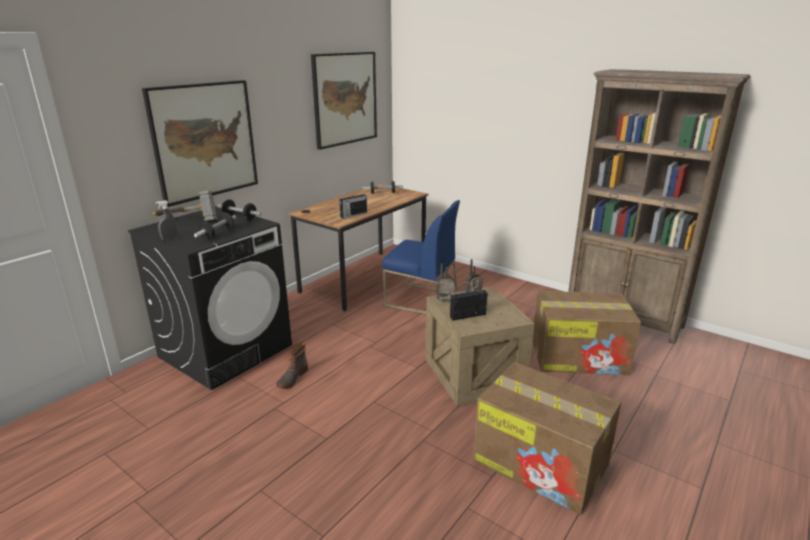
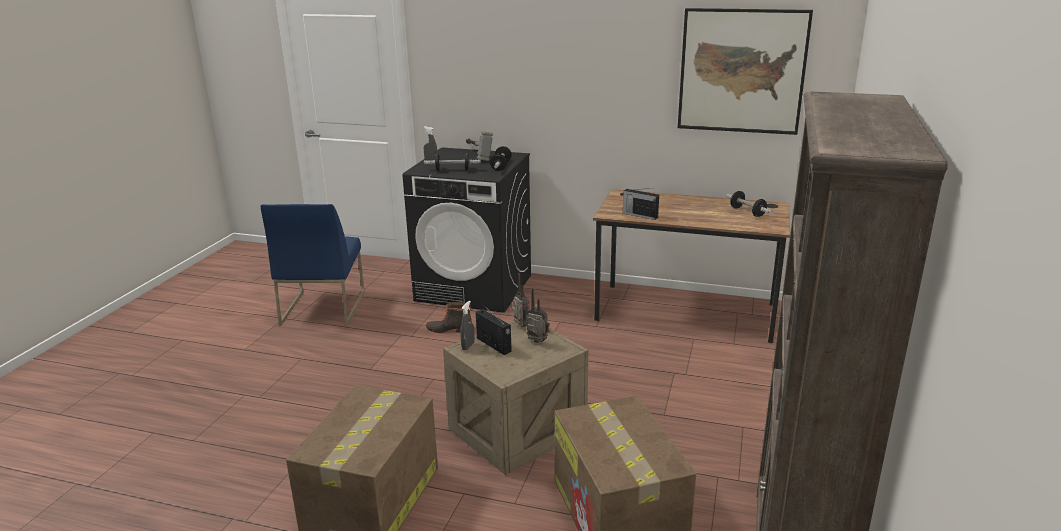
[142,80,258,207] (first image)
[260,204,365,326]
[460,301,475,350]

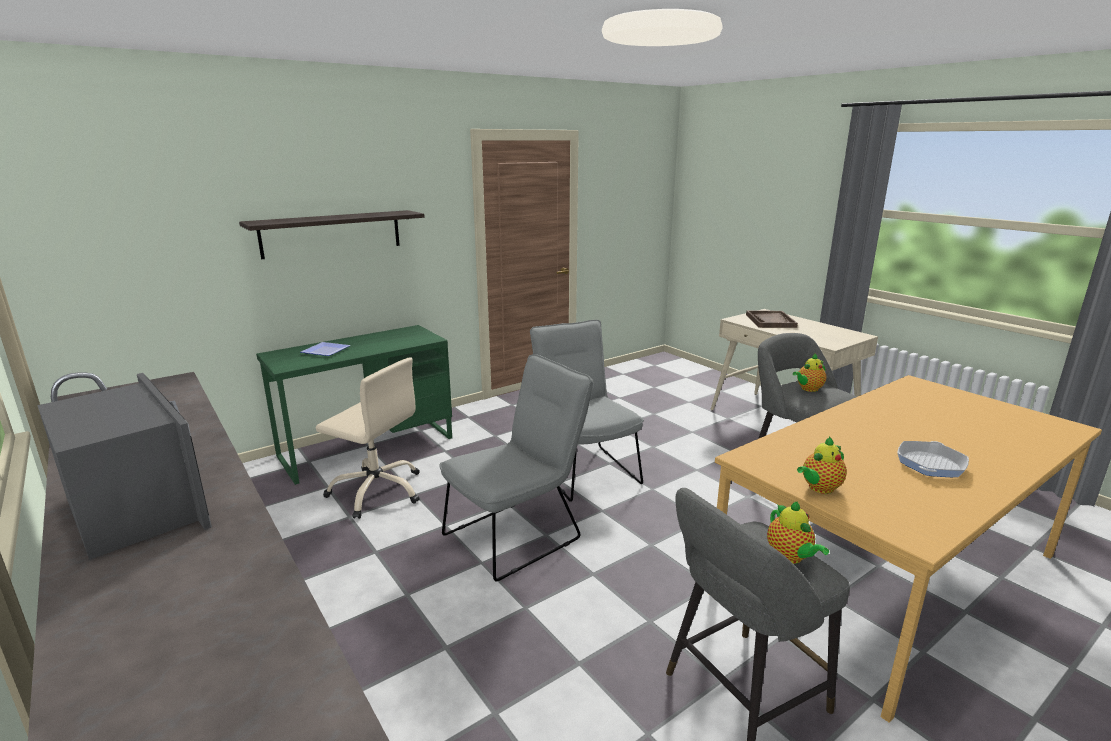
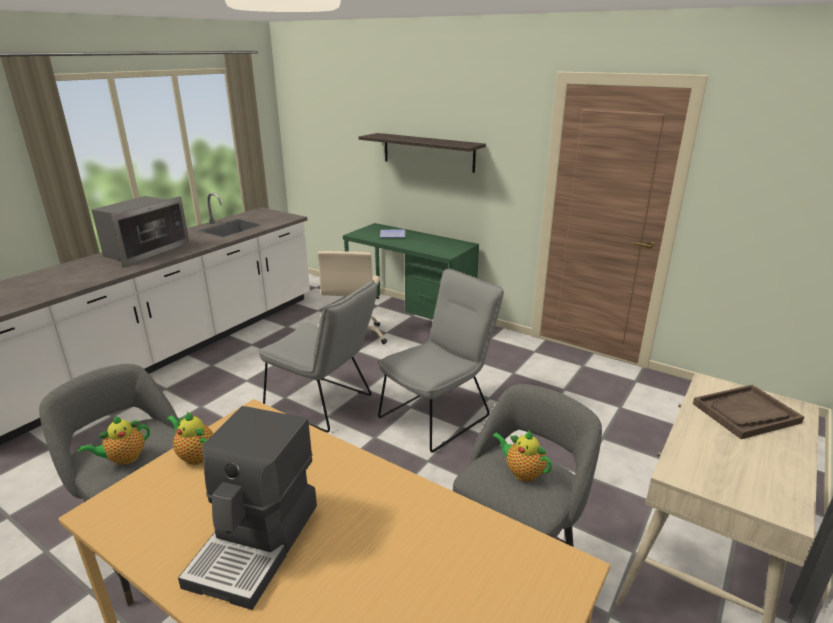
[178,406,317,610]

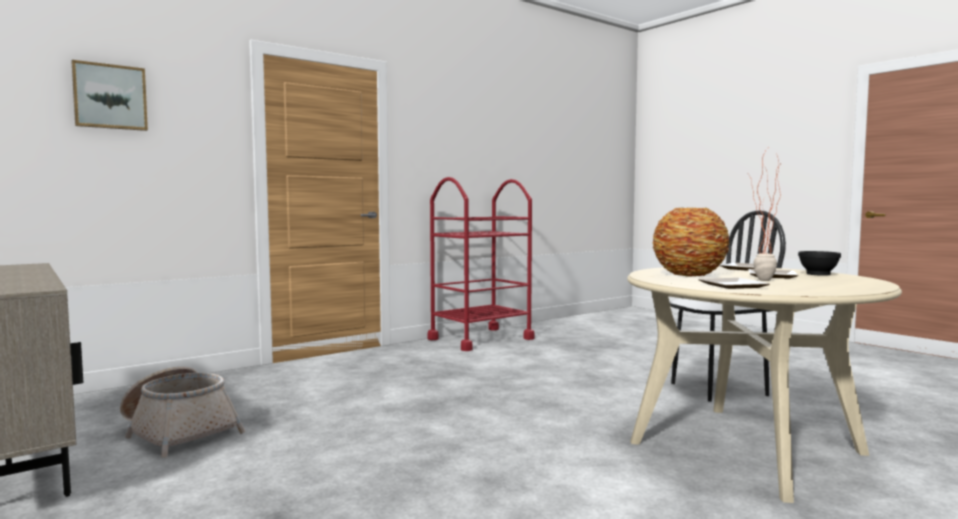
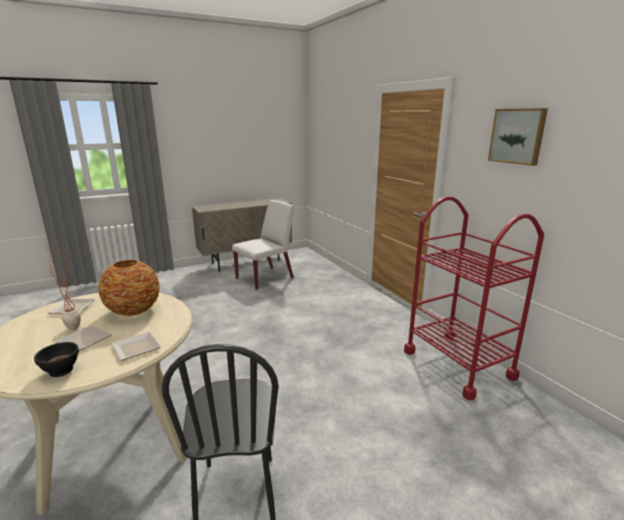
[488,108,548,166]
[232,200,294,290]

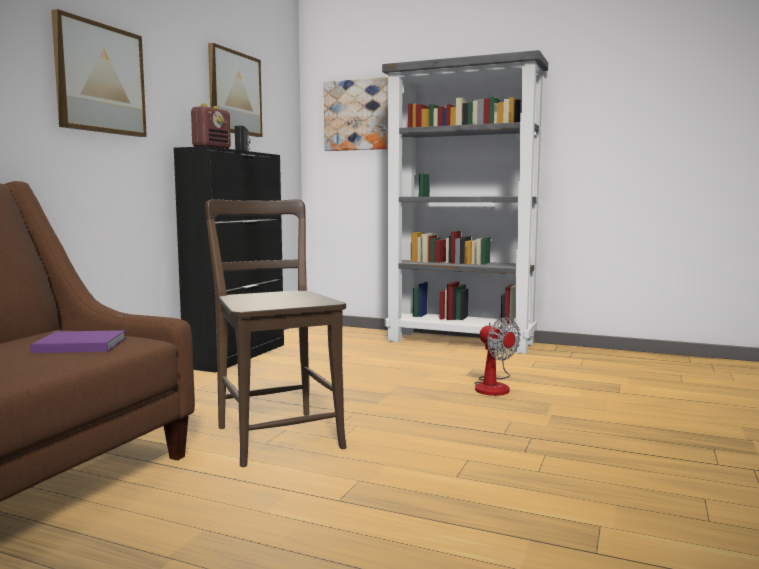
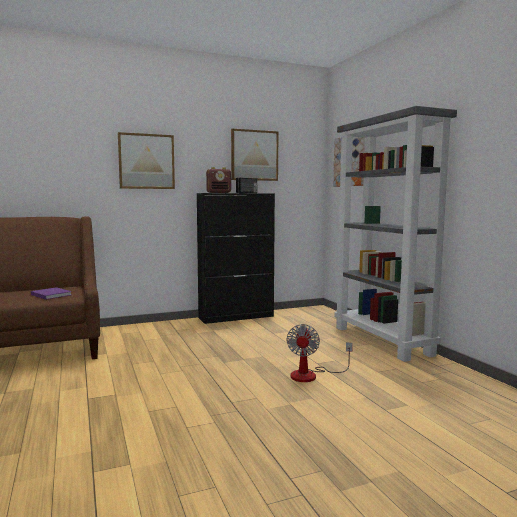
[205,199,347,467] (first image)

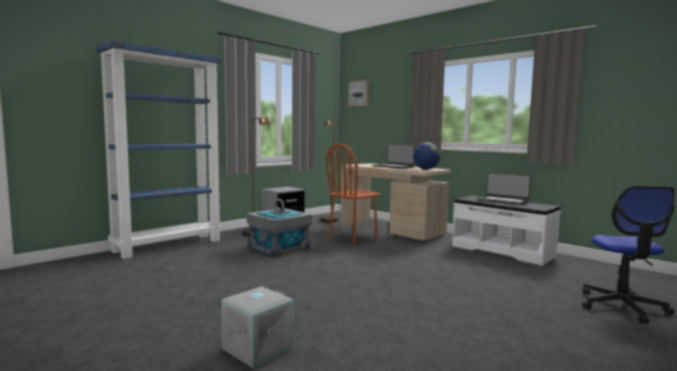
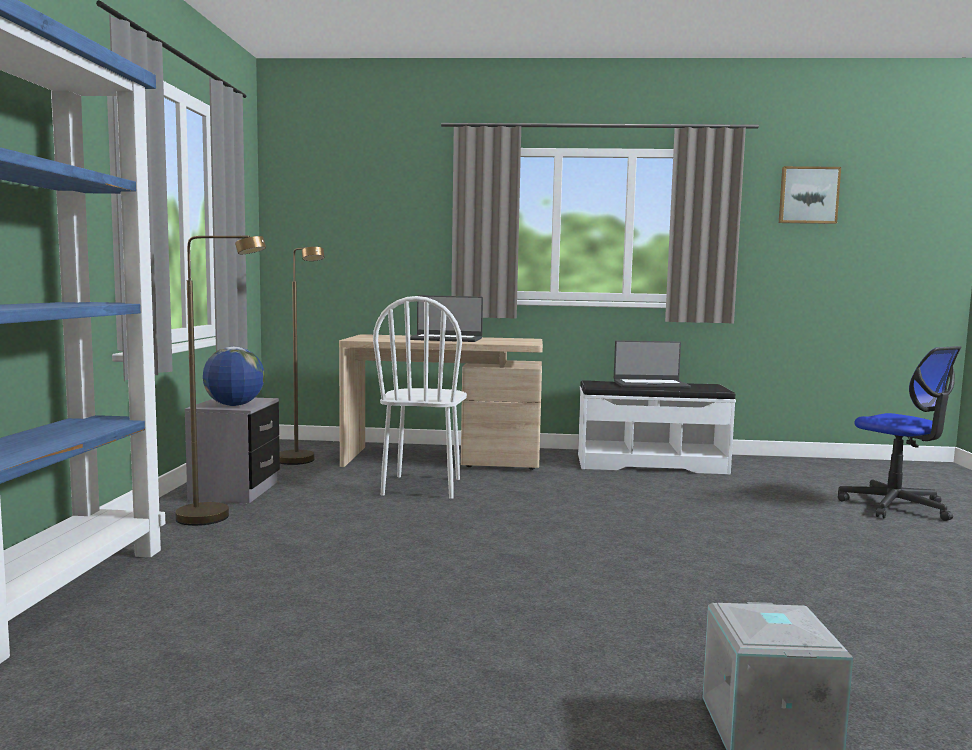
[779,166,841,224]
[203,347,265,406]
[373,296,467,499]
[247,198,312,257] (first image)

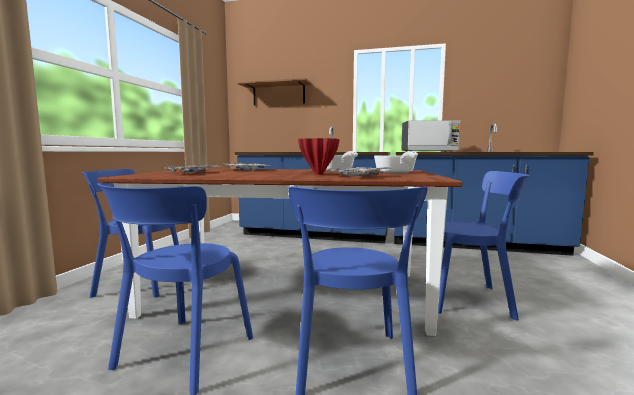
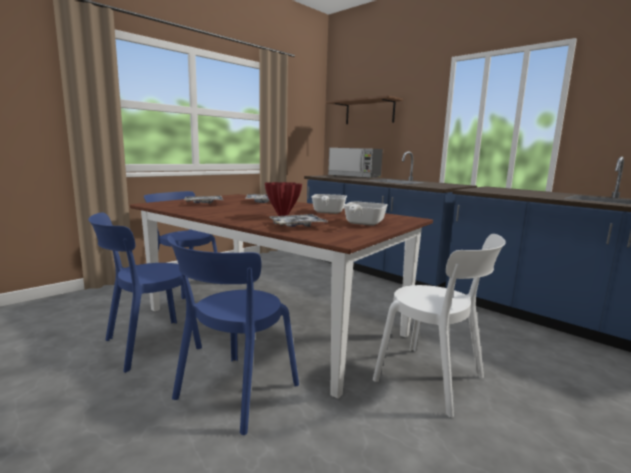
[328,148,383,178]
[373,234,506,418]

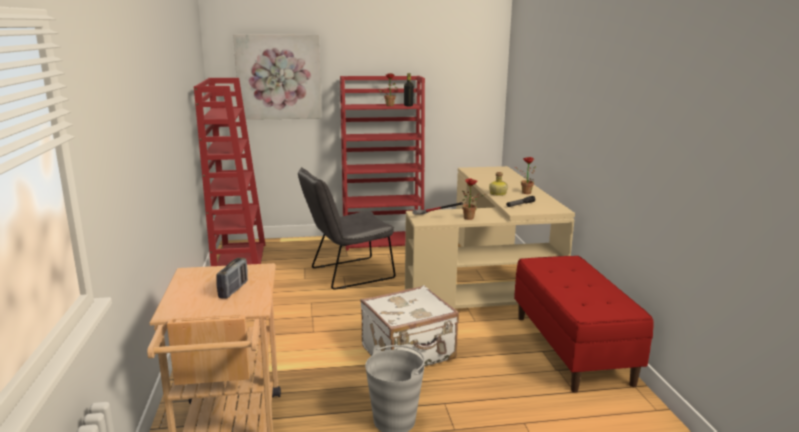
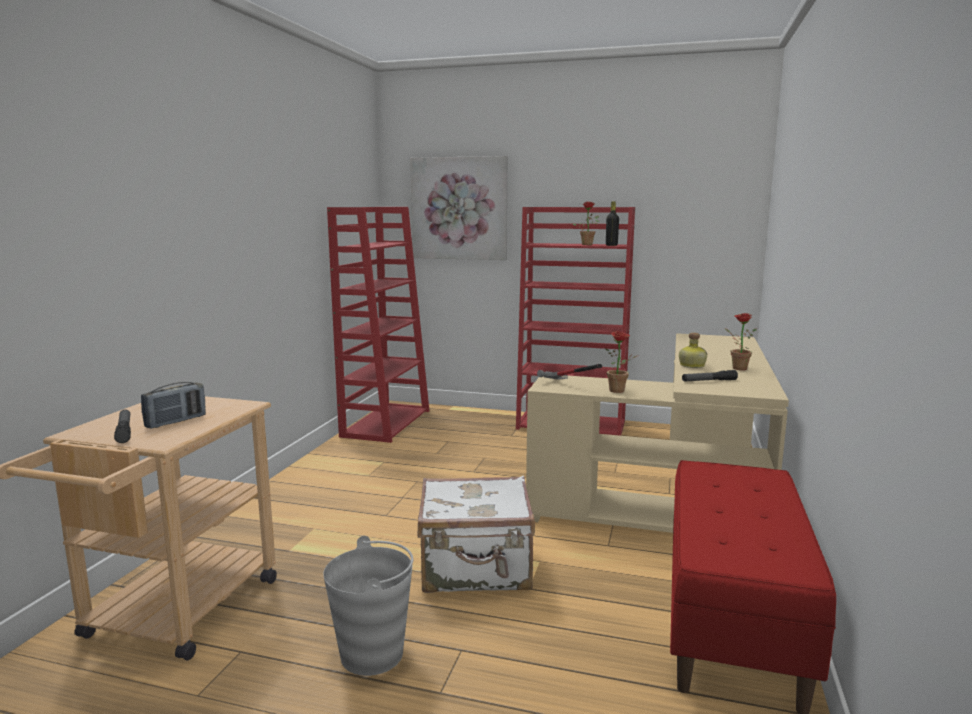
[298,167,395,290] (first image)
[114,410,131,443]

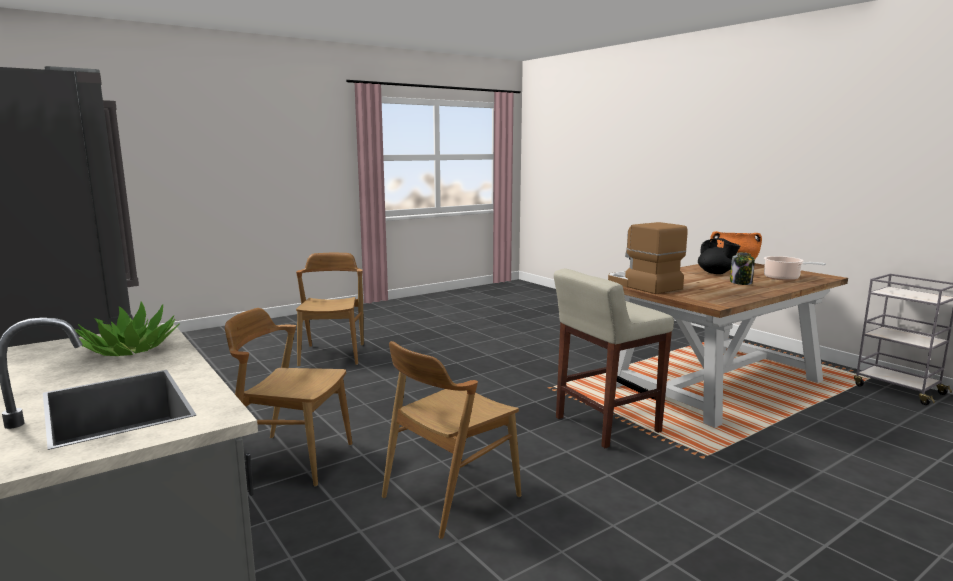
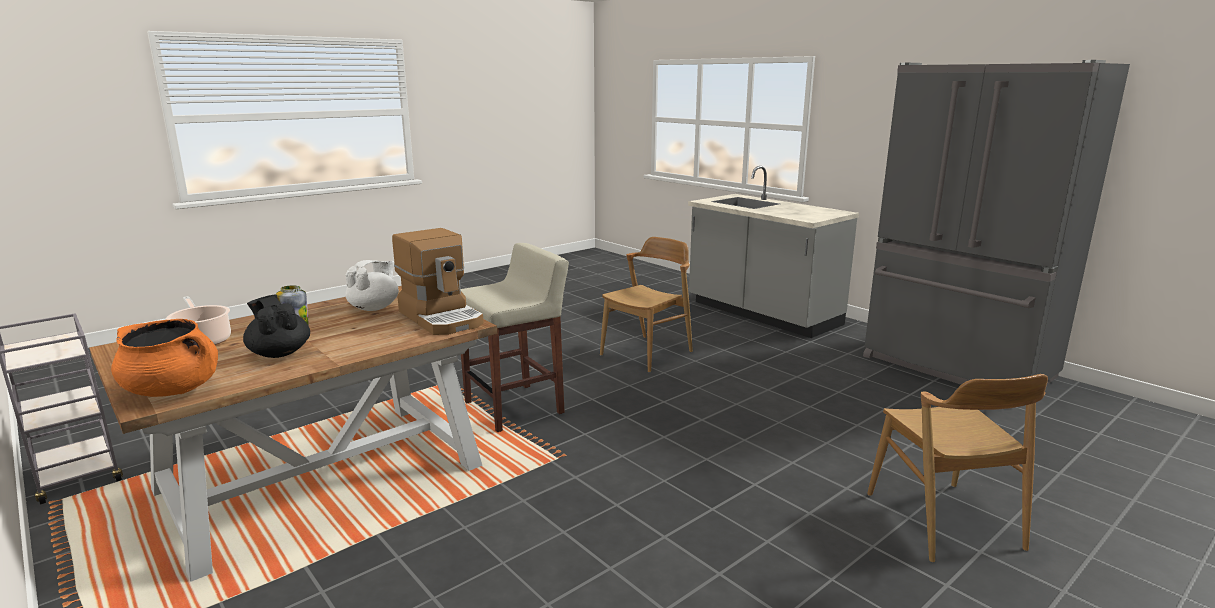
[74,301,179,356] (first image)
[225,308,352,486] (first image)
[346,260,399,311]

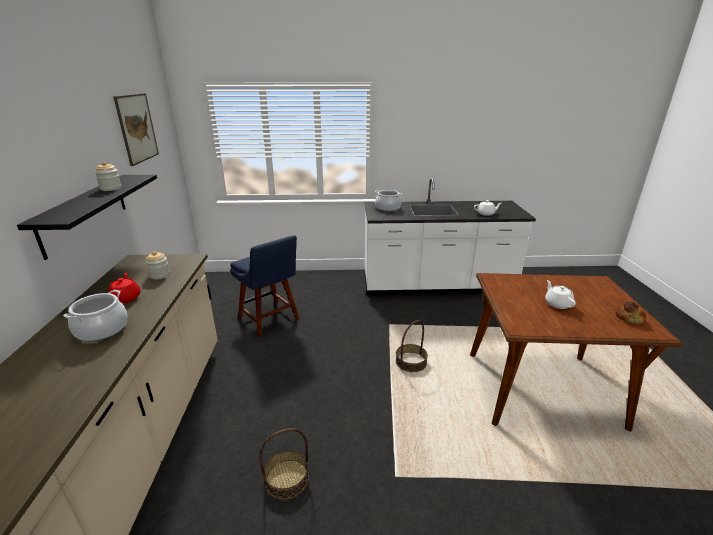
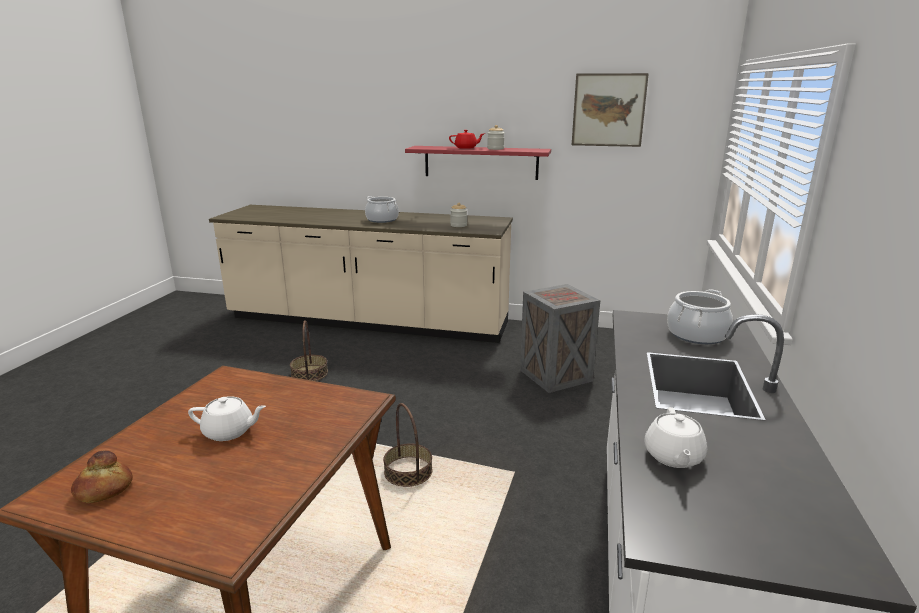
[405,146,551,180]
[520,284,600,393]
[449,130,484,149]

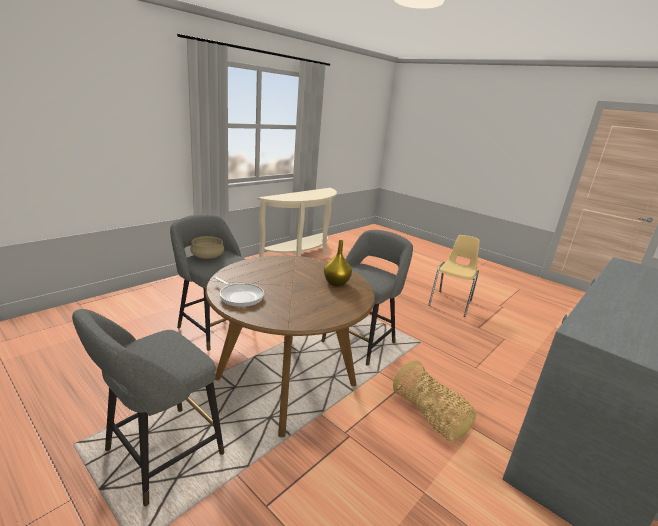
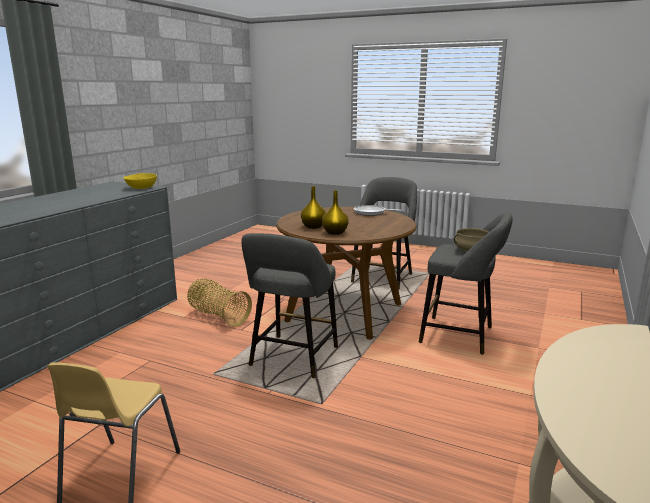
[124,173,157,189]
[322,190,349,235]

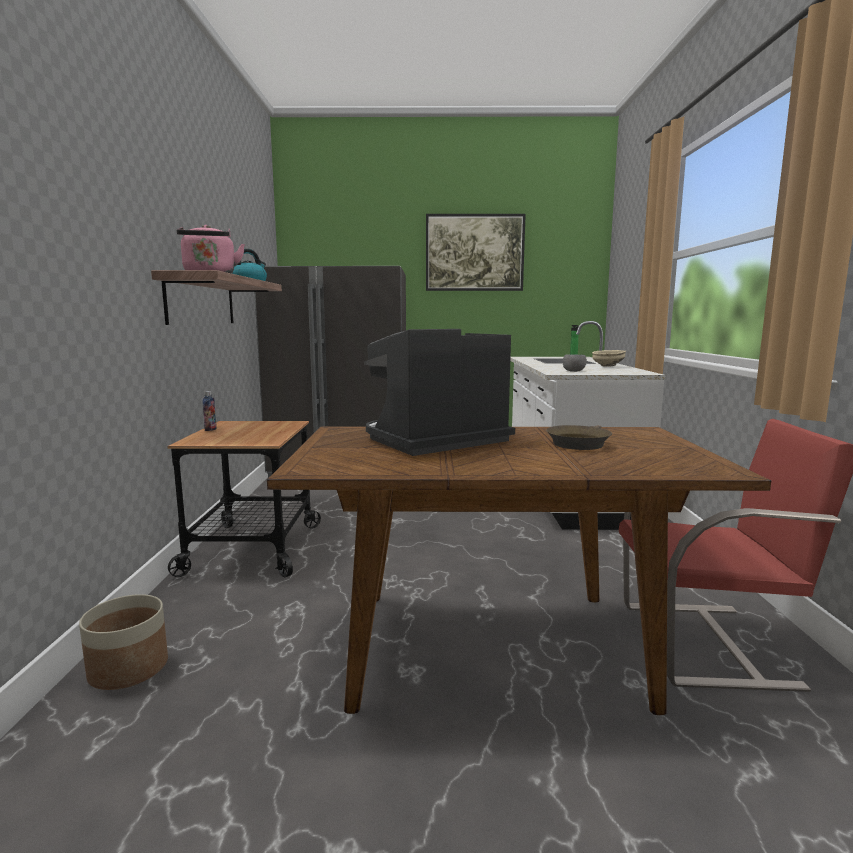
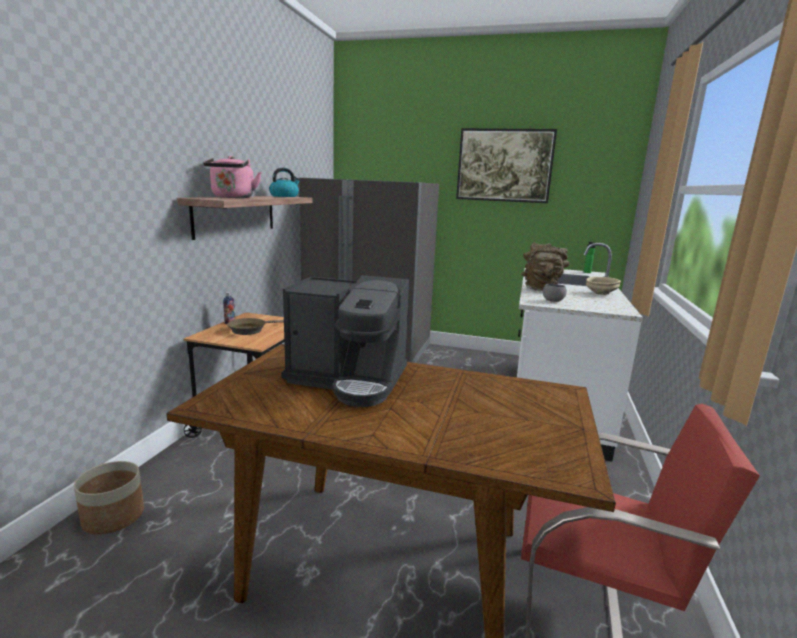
[281,275,409,407]
[227,318,284,335]
[521,242,569,291]

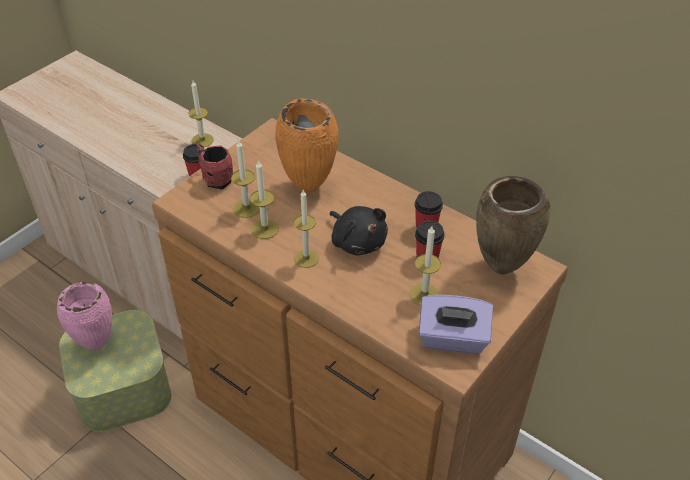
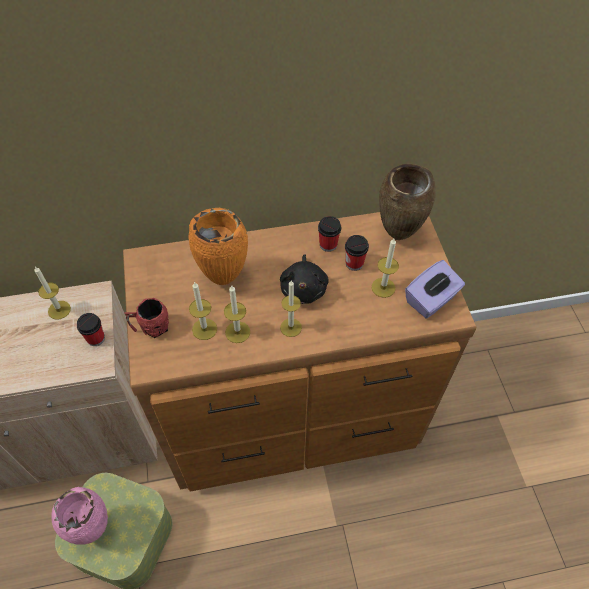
[280,254,329,304]

